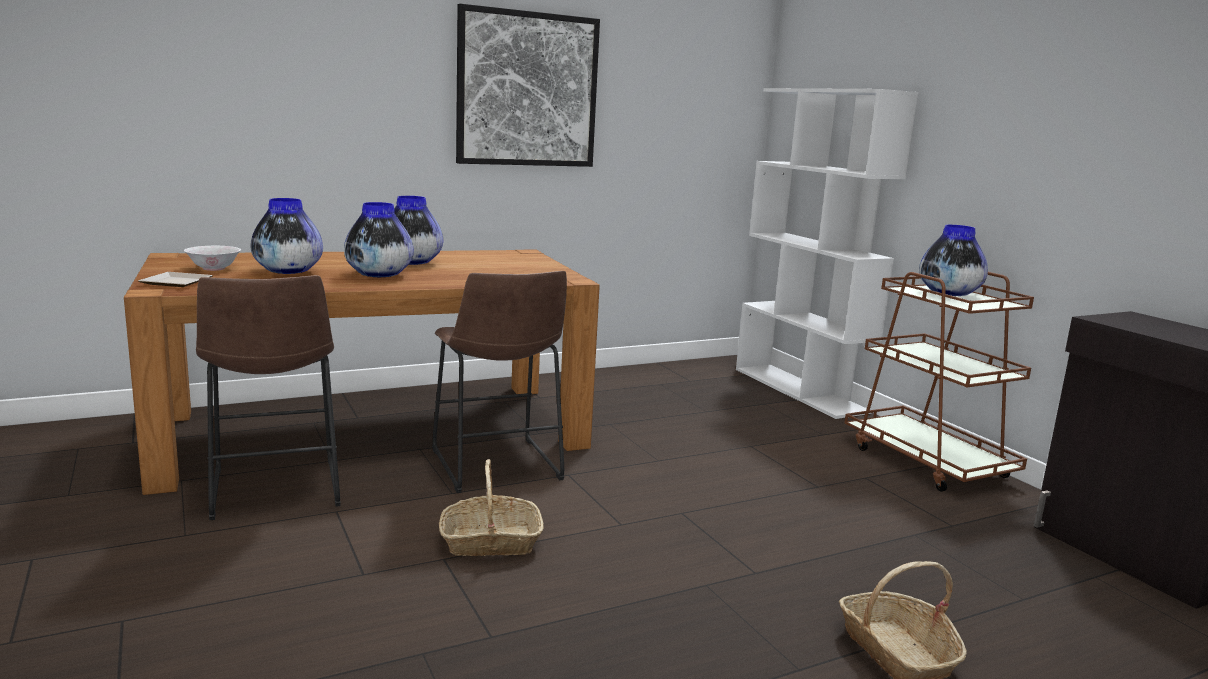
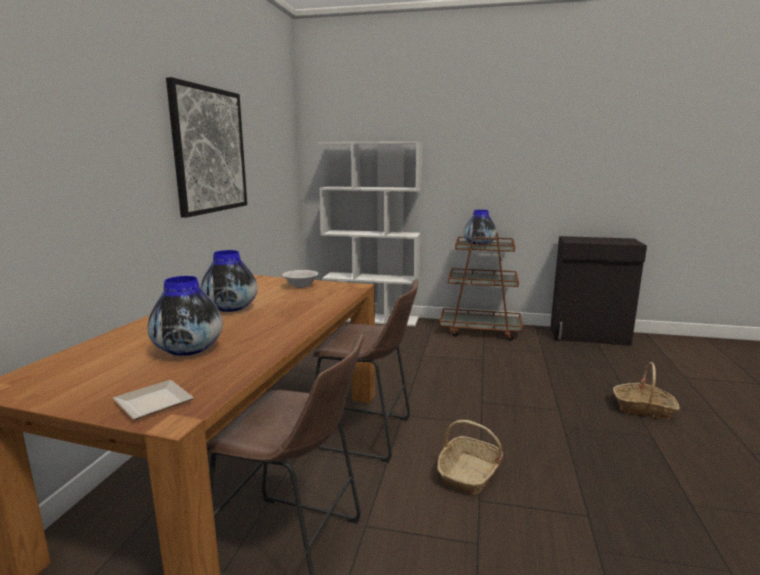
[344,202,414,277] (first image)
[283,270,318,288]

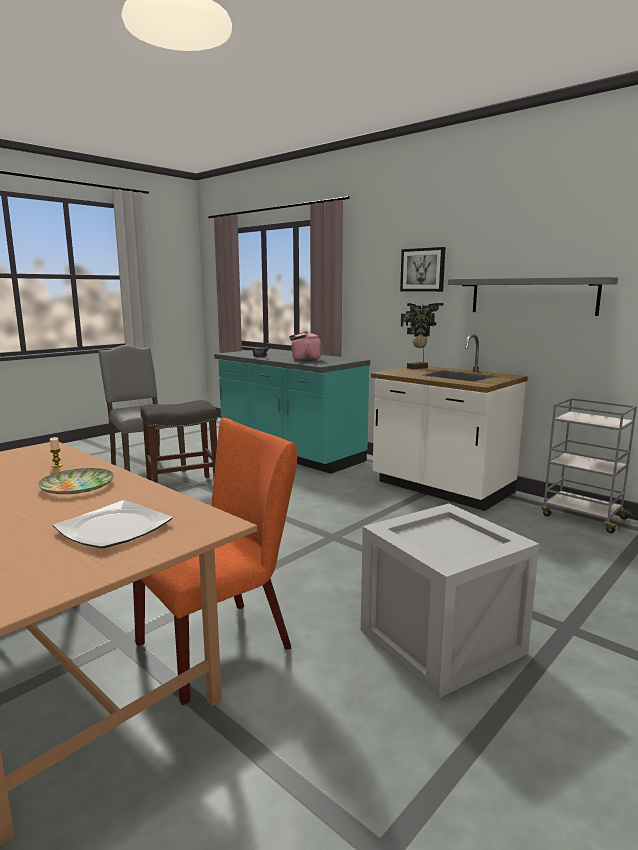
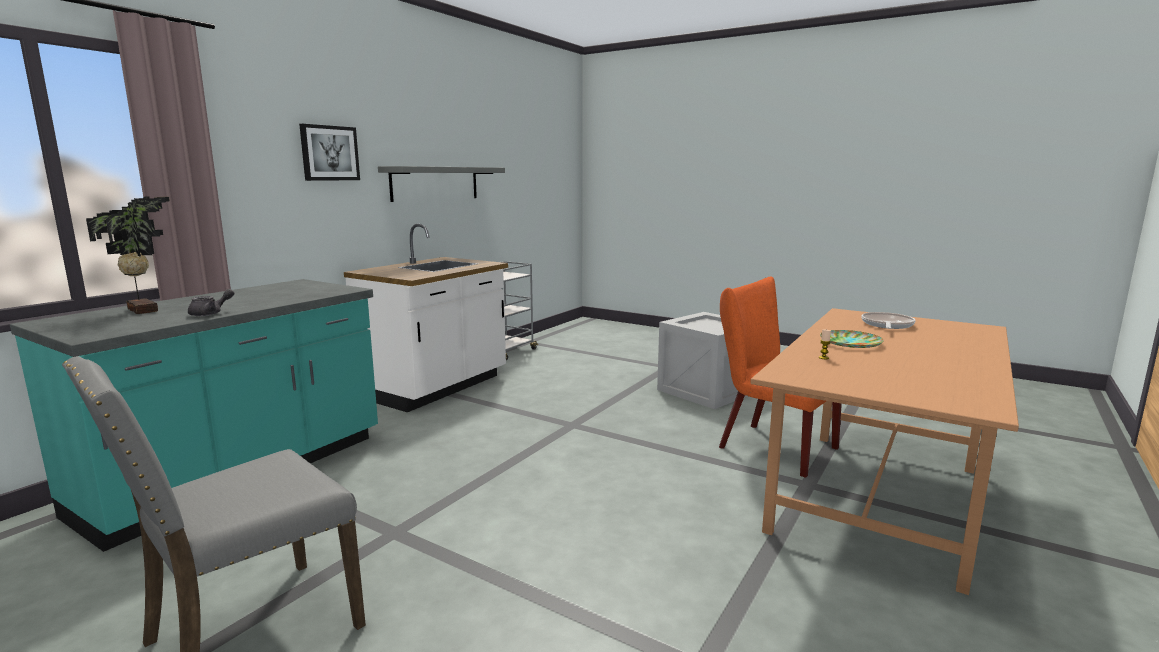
[86,196,170,314]
[289,331,321,361] (first image)
[140,400,218,483] (first image)
[862,312,916,329]

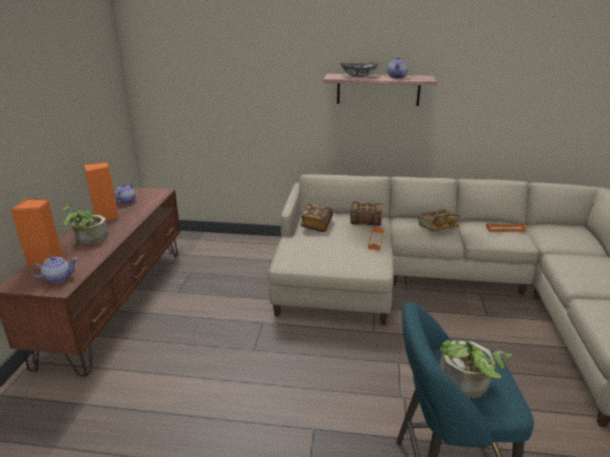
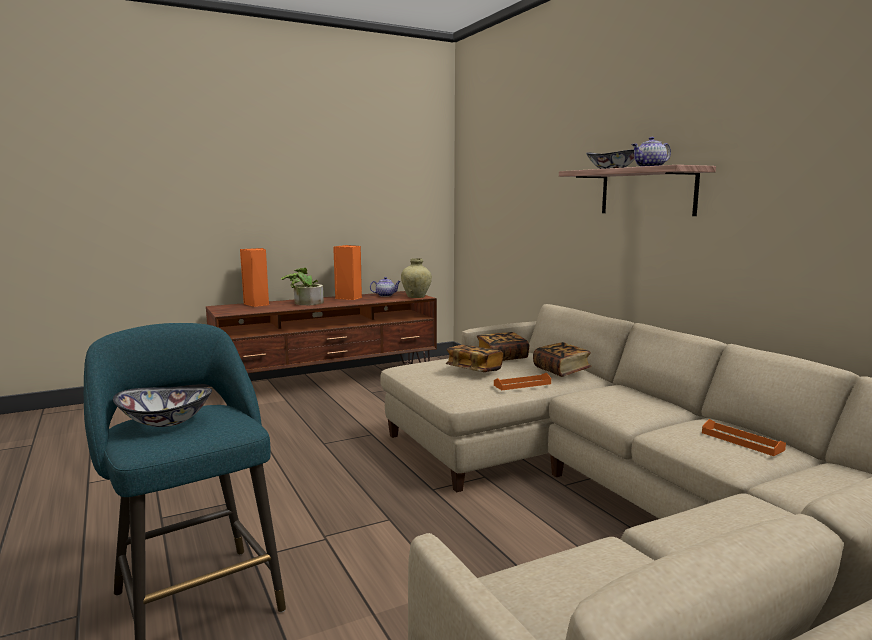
[446,345,503,372]
[31,256,78,283] (first image)
[113,387,212,427]
[401,258,432,298]

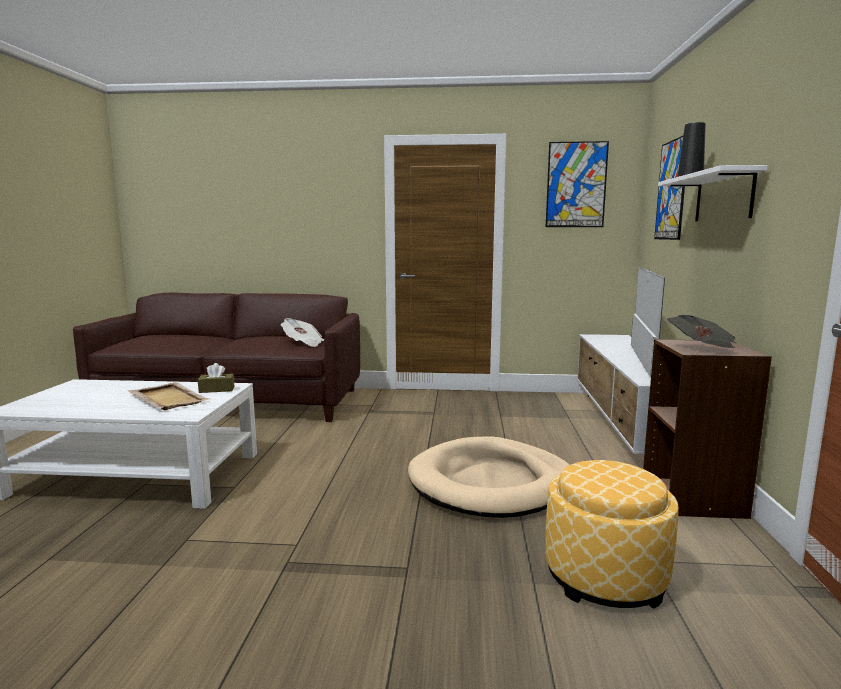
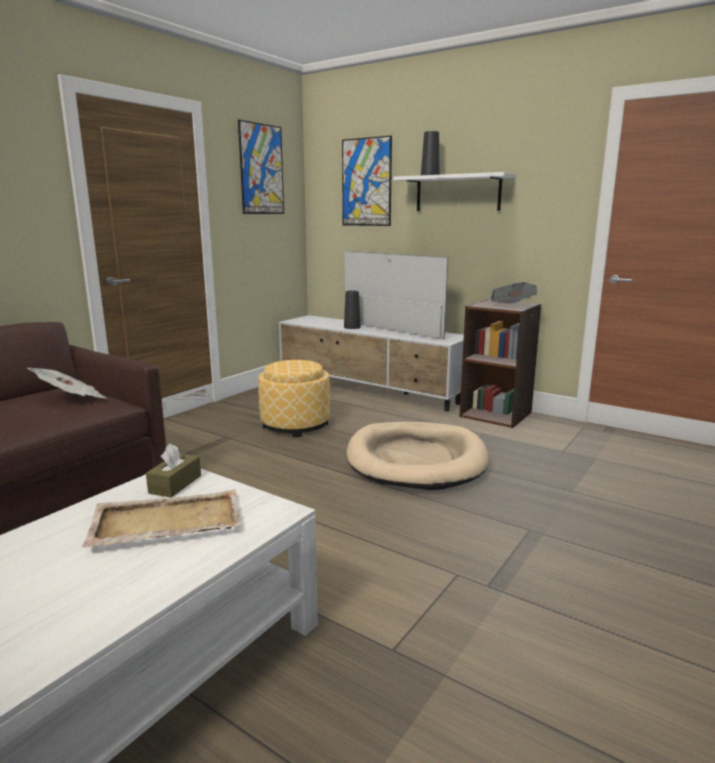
[258,360,330,437]
[344,290,361,329]

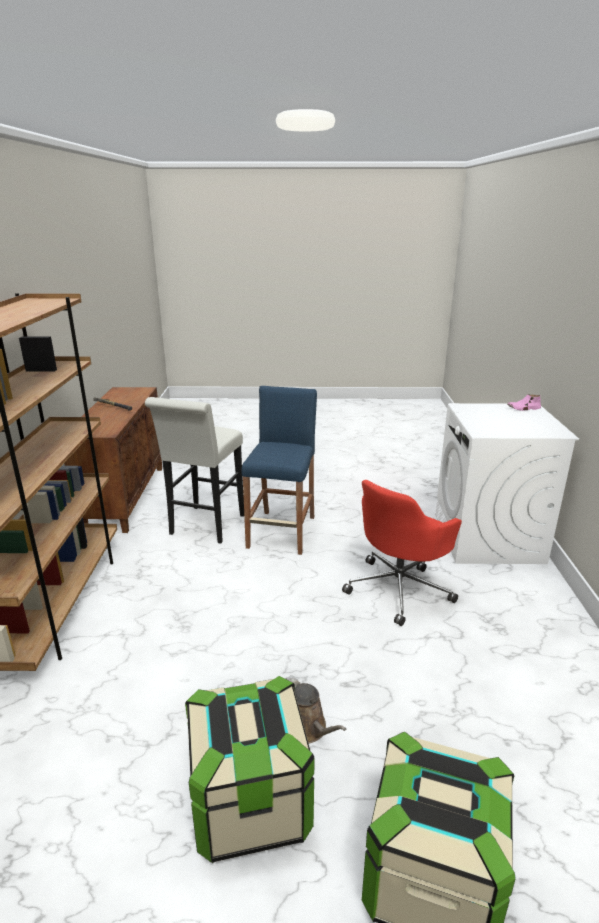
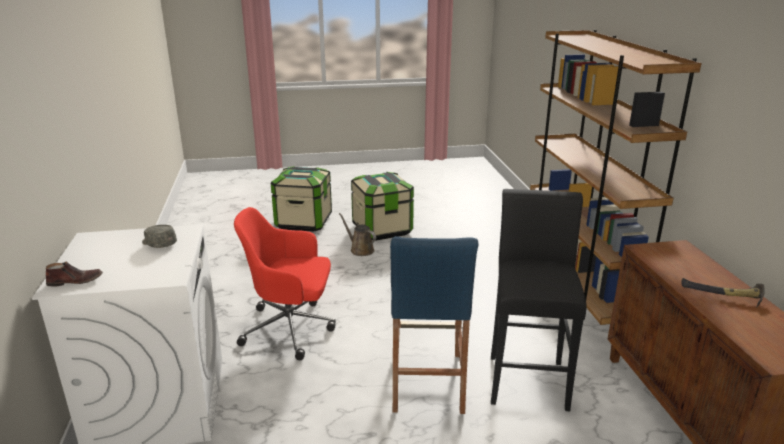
[46,261,103,287]
[491,189,587,411]
[234,207,336,360]
[142,225,177,248]

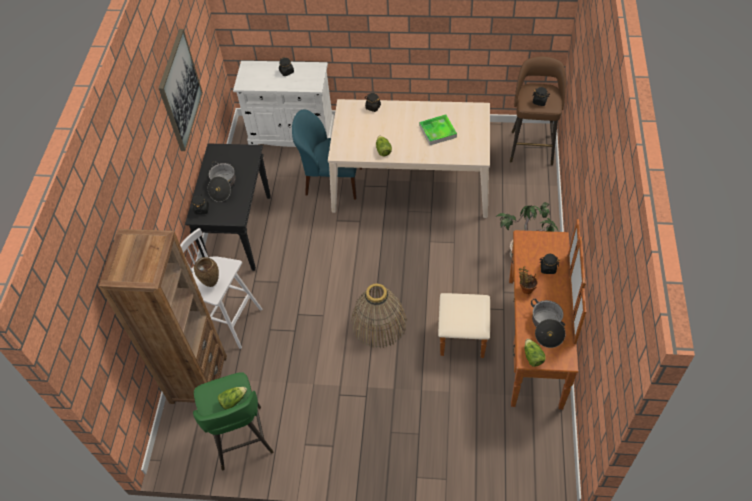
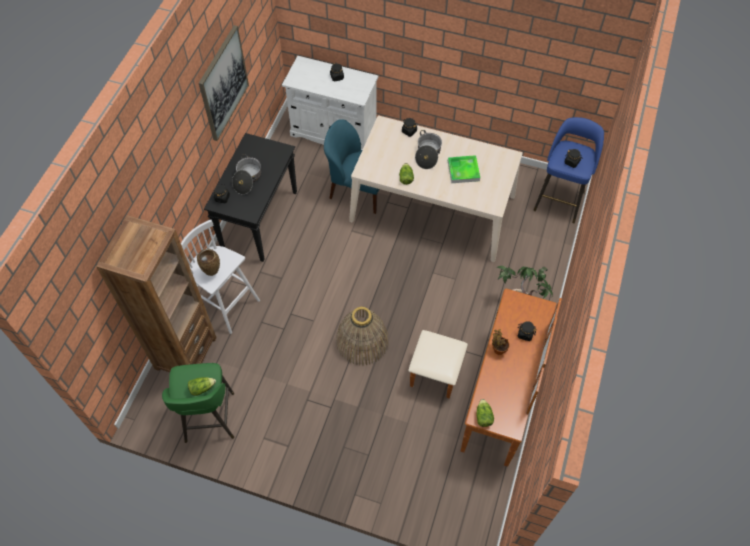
[534,117,604,223]
[415,130,442,169]

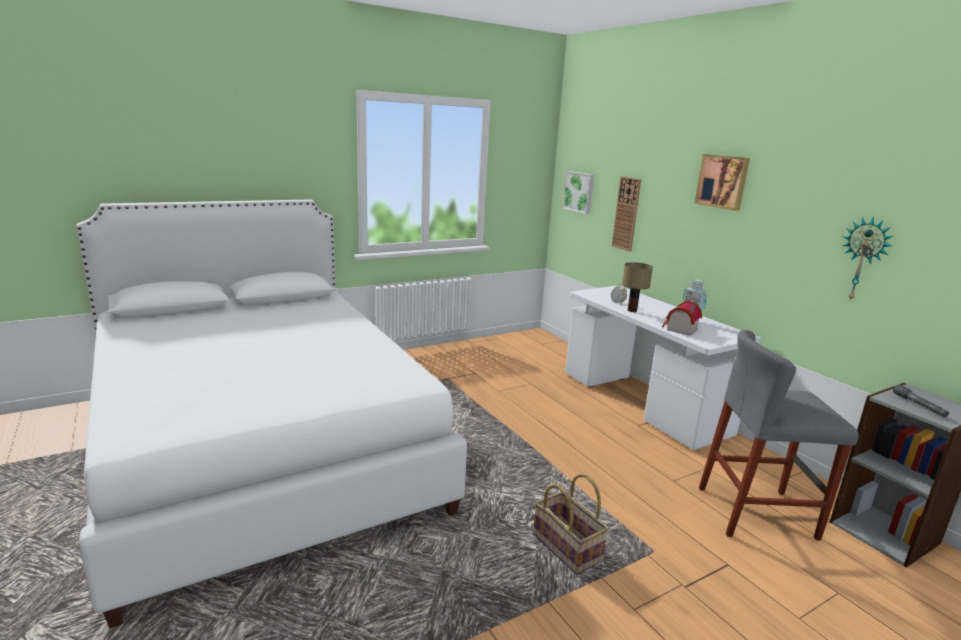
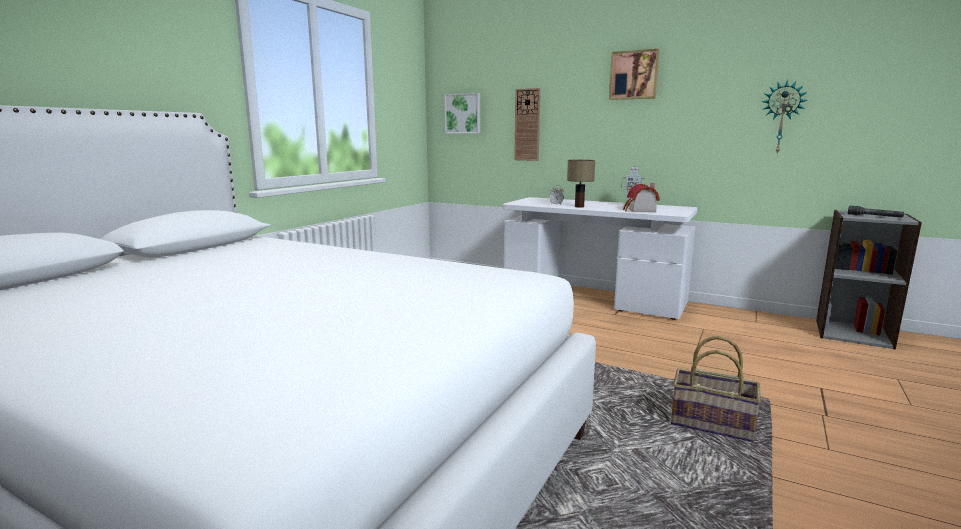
[699,330,859,541] (first image)

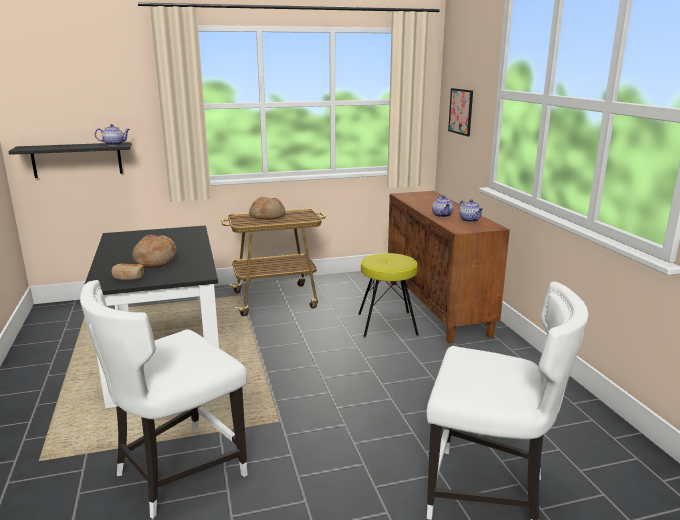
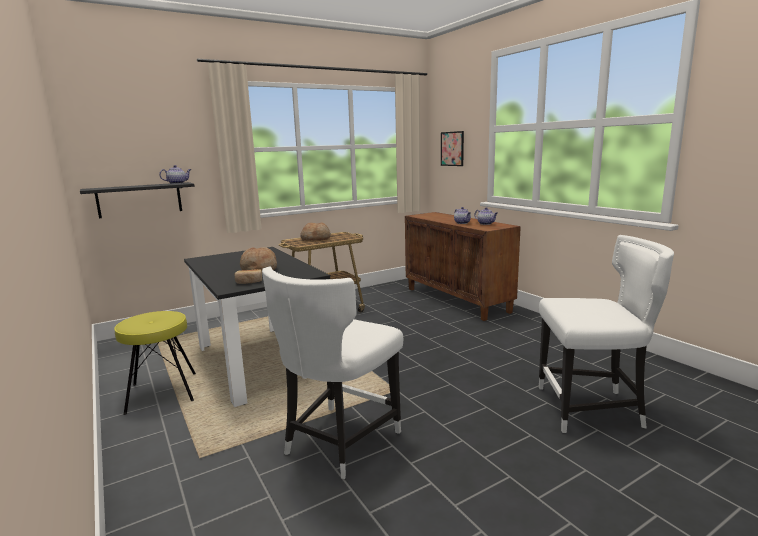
[114,311,196,415]

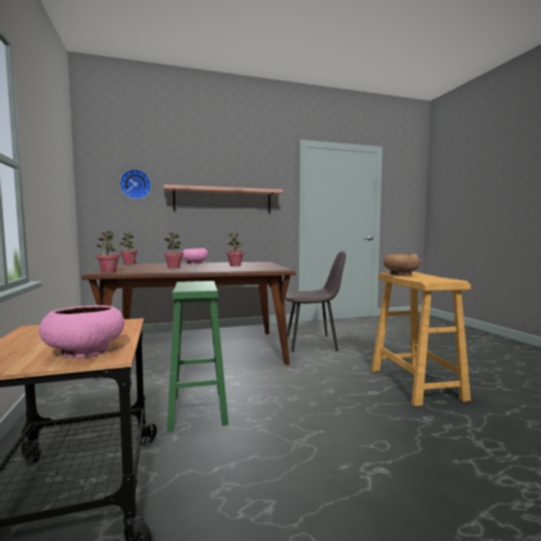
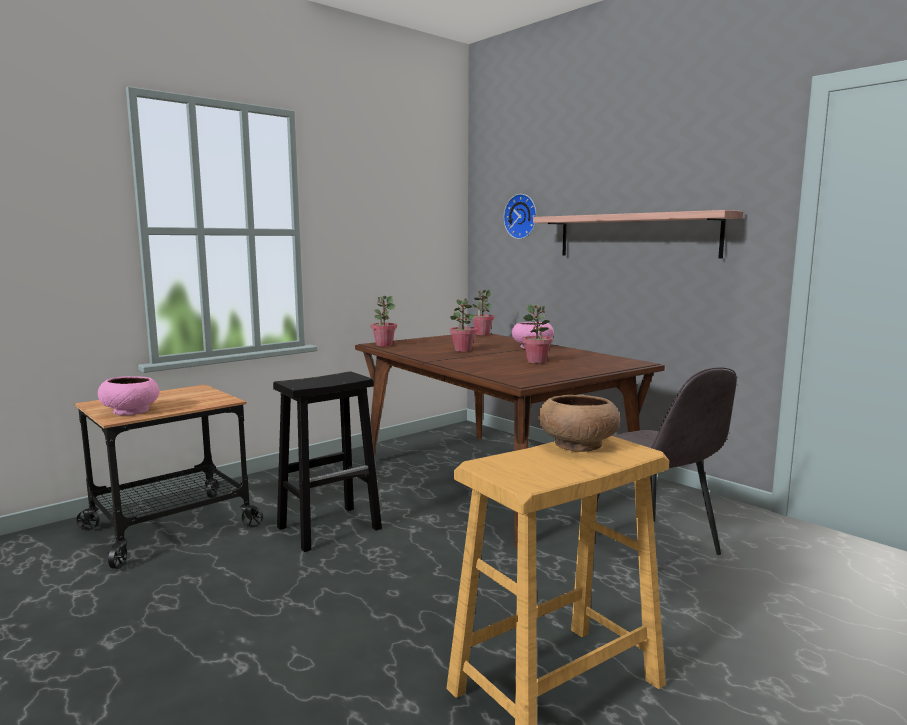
[273,371,382,552]

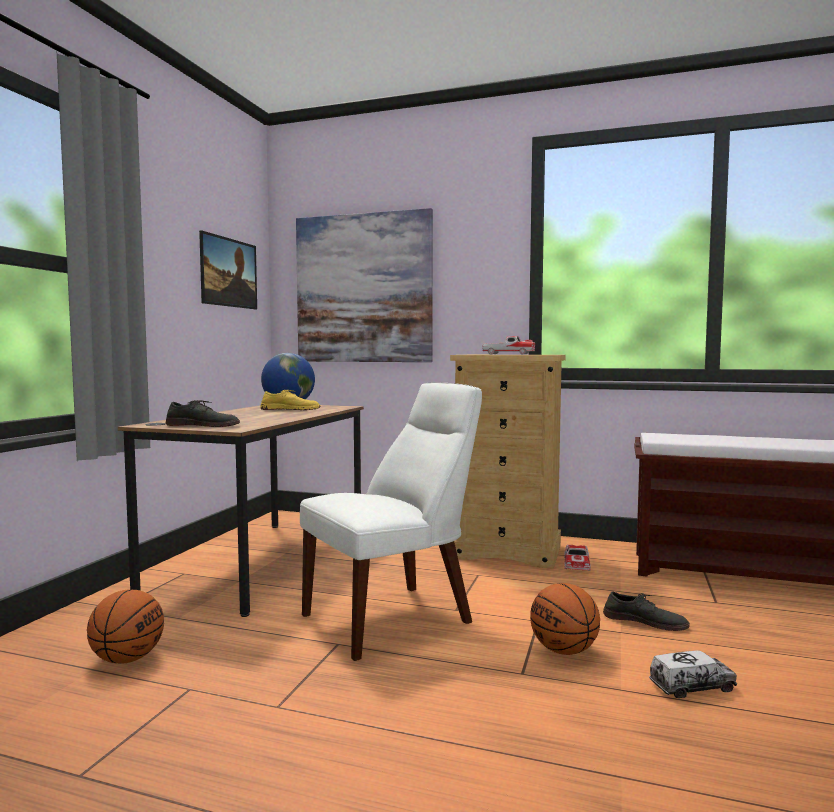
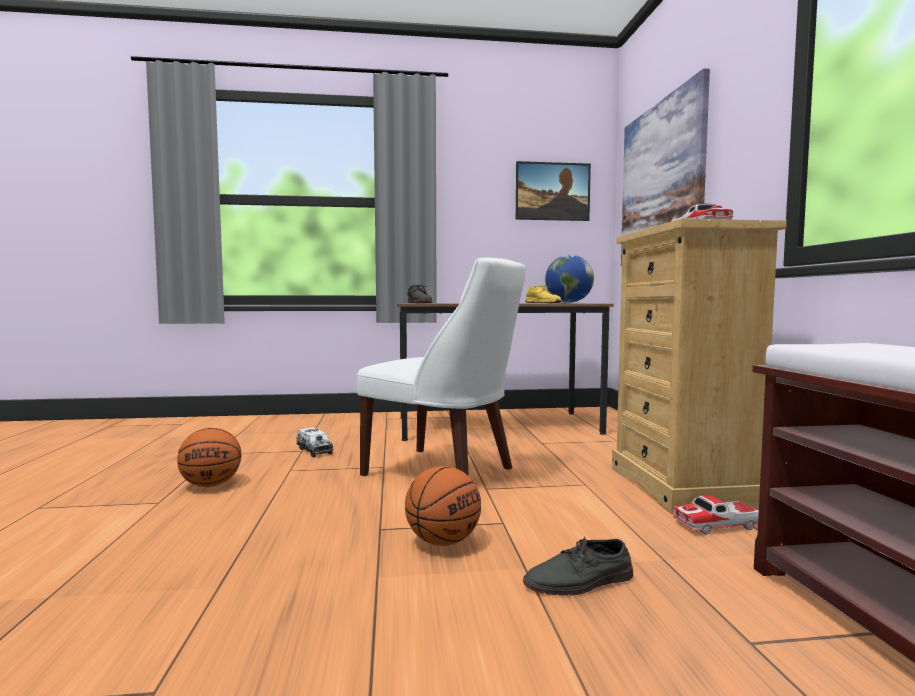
[177,428,241,487]
[523,537,633,596]
[296,427,333,457]

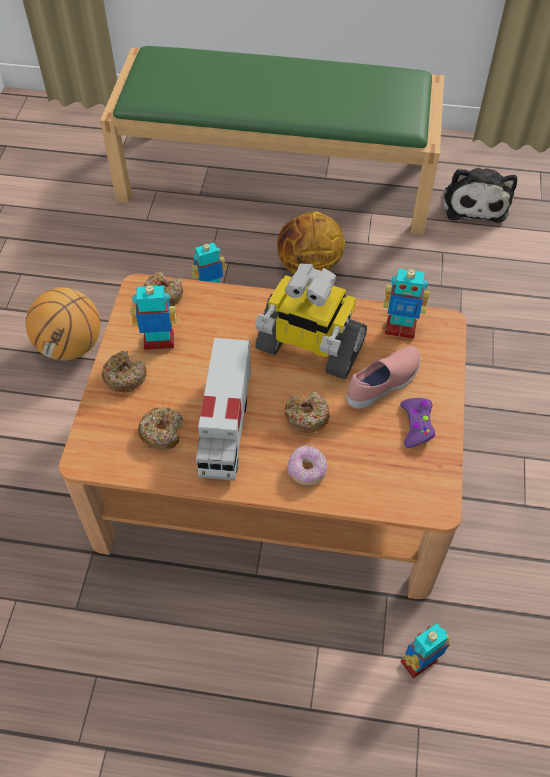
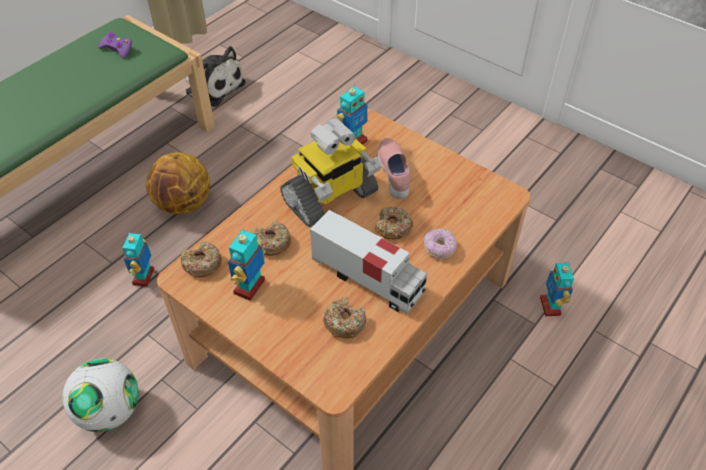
[63,358,139,432]
[252,221,291,256]
[98,32,132,58]

